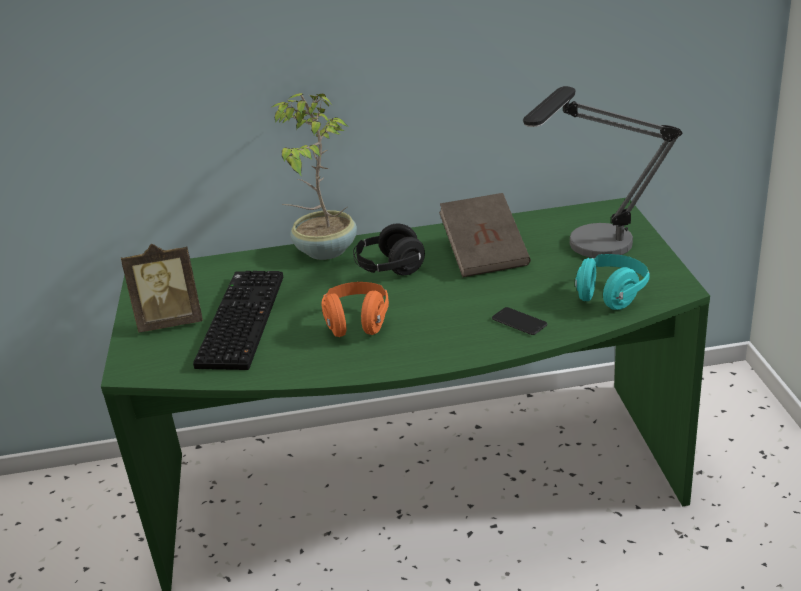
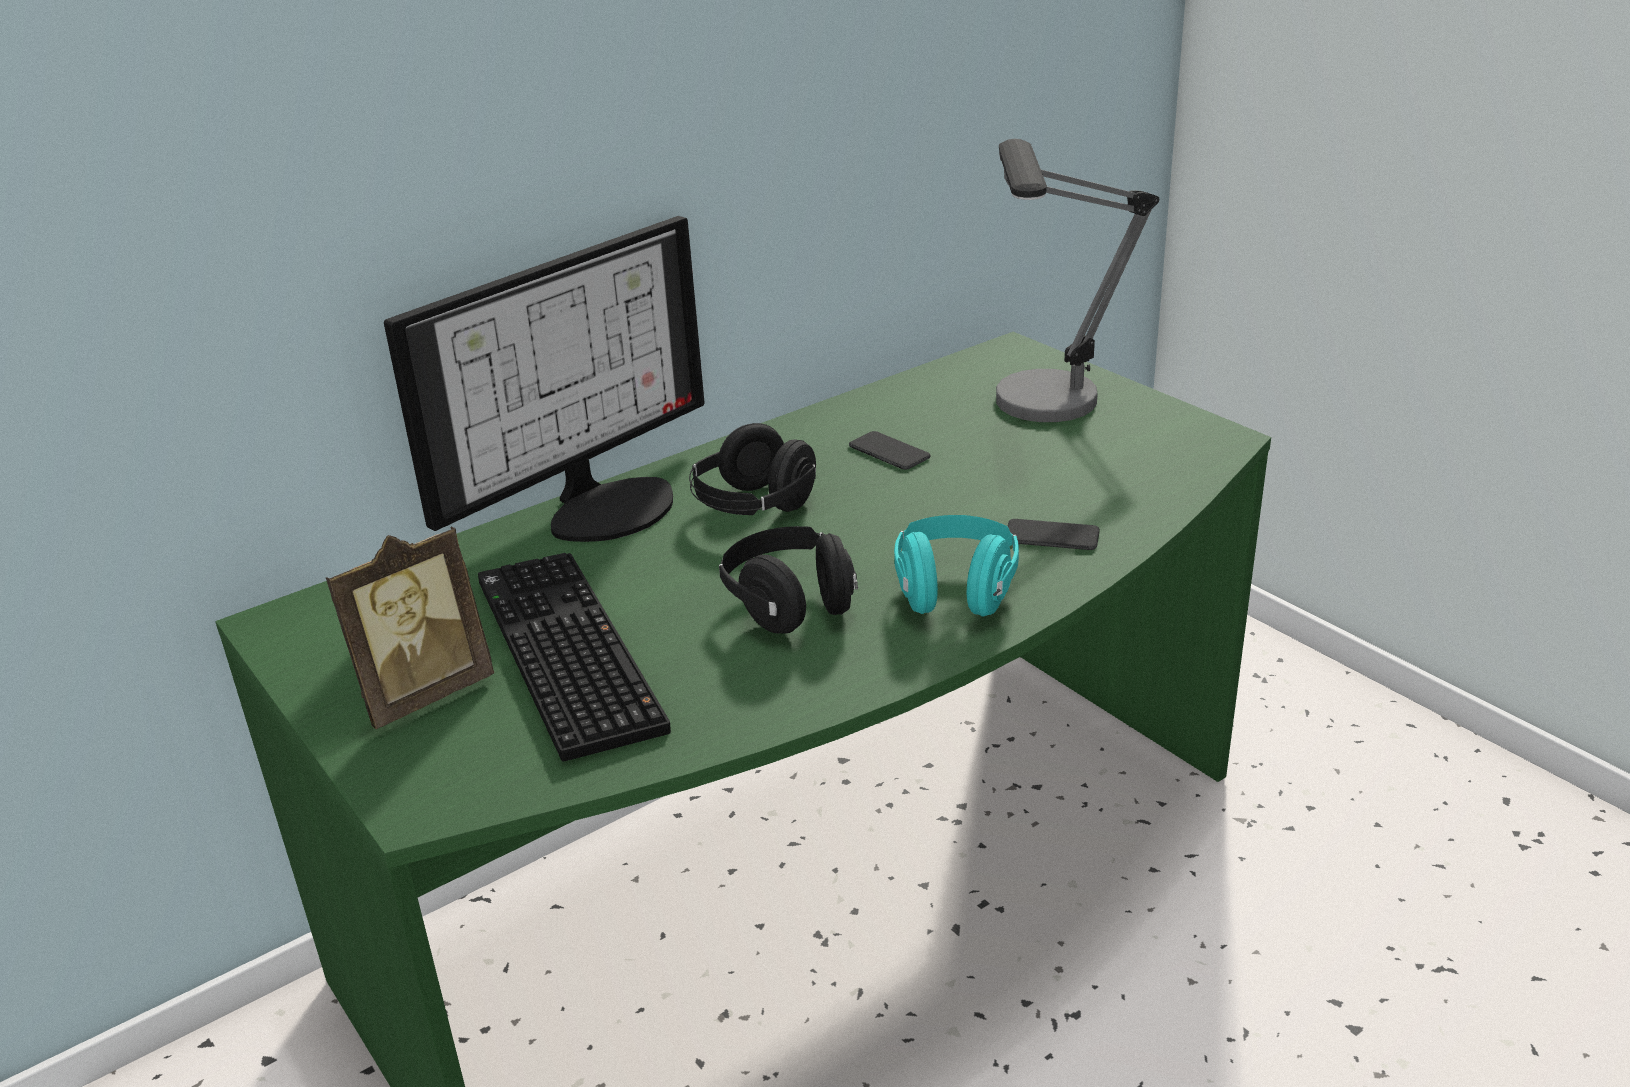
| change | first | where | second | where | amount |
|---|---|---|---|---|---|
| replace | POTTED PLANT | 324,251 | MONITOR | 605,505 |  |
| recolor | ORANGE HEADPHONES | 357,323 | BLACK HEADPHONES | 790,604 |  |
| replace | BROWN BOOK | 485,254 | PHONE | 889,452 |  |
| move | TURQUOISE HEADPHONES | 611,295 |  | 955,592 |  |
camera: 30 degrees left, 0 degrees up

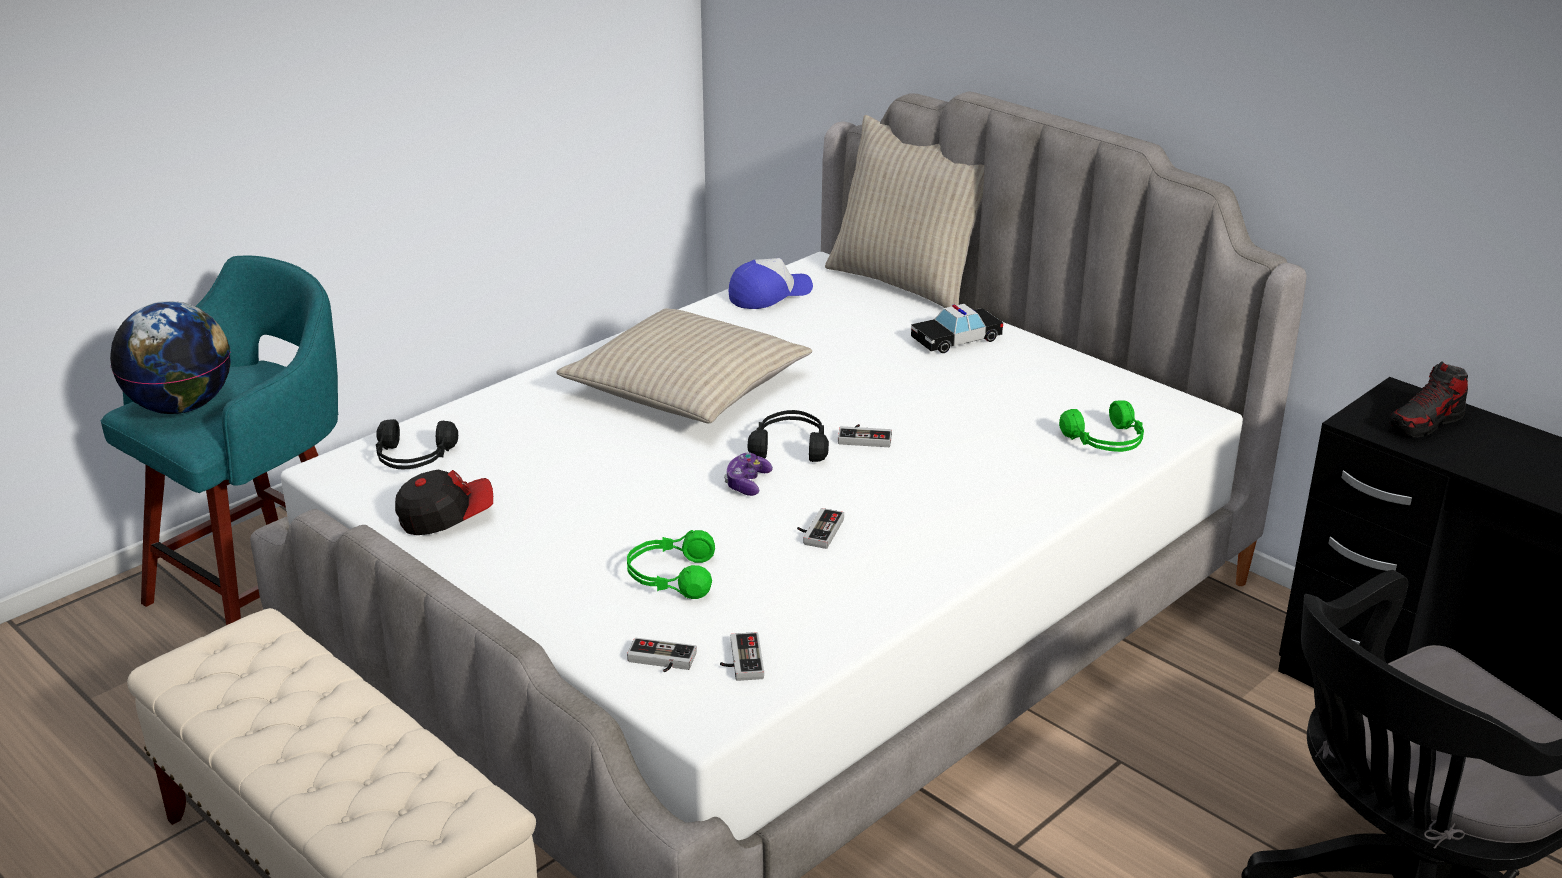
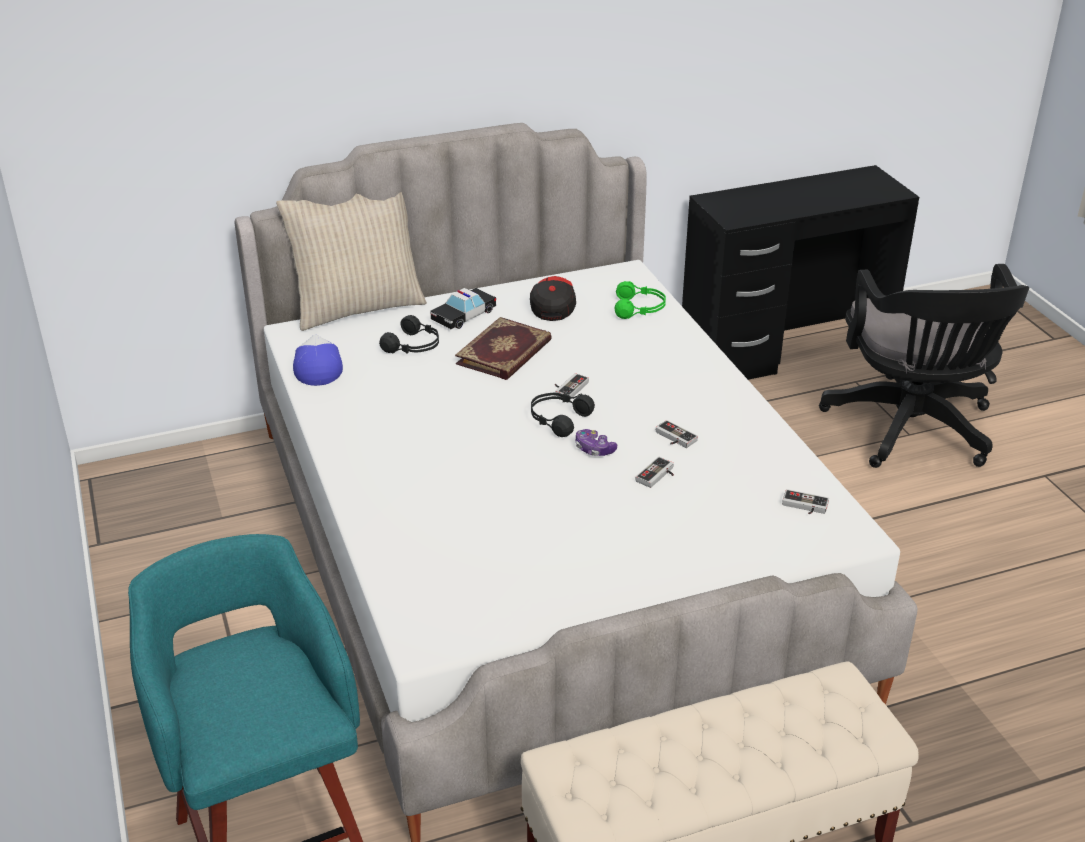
| change | first | where | second | where | amount |
|---|---|---|---|---|---|
| move | BLACK HEADPHONES | 413,459 |  | 414,346 |  |
| rotate | TOY CAR | 956,339 |  | 463,315 | 45 degrees clockwise |
| insert |  |  | BOOK | 505,353 |  |
| move | CAP | 446,517 |  | 552,307 |  |
| move | GAME CONTROLLER | 660,661 |  | 658,476 |  |
| delete | GLOBE | 182,407 |  |  |  |
| delete | BEIGE PILLOW | 686,388 |  |  |  |
| delete | GREEN HEADPHONES | 671,577 |  |  |  |
| delete | SHOE | 1426,423 |  |  |  |
camera: 65 degrees left, 5 degrees up

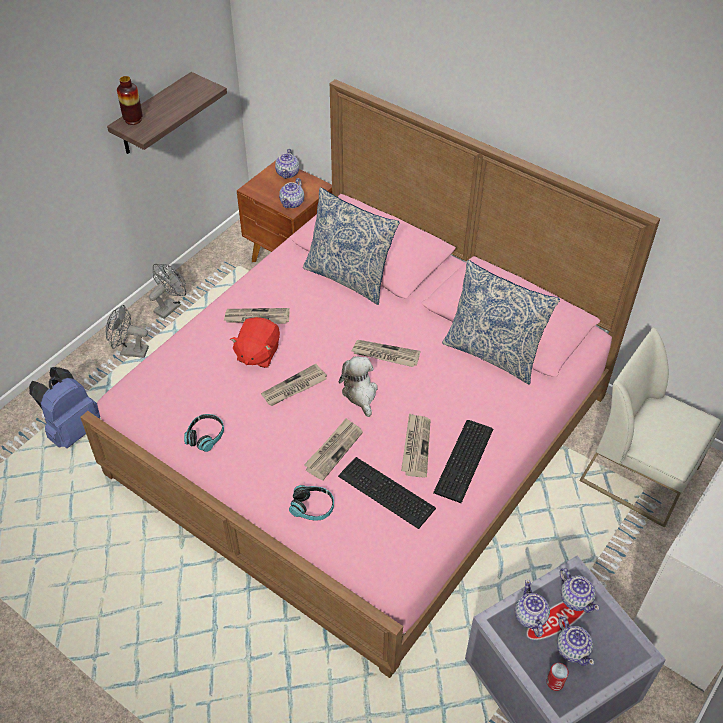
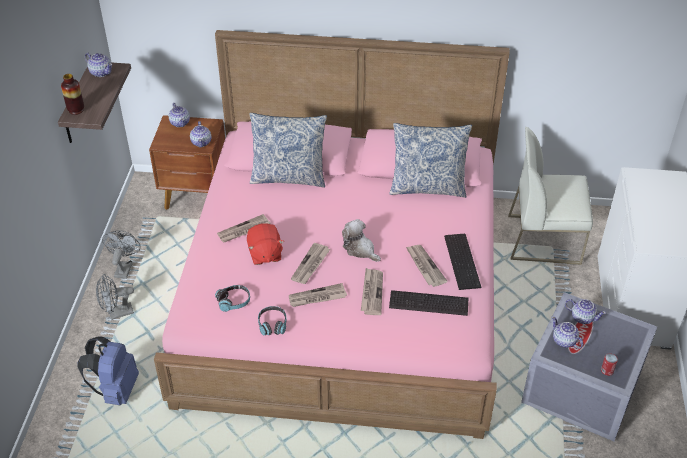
| change | first | where | second | where | amount |
|---|---|---|---|---|---|
| move | TEAPOT | 572,649 |  | 101,72 |  |
| move | HEADPHONES | 312,507 |  | 234,302 |  |
| move | NEWSPAPER | 385,355 |  | 317,297 |  |
camera: 30 degrees left, 5 degrees down

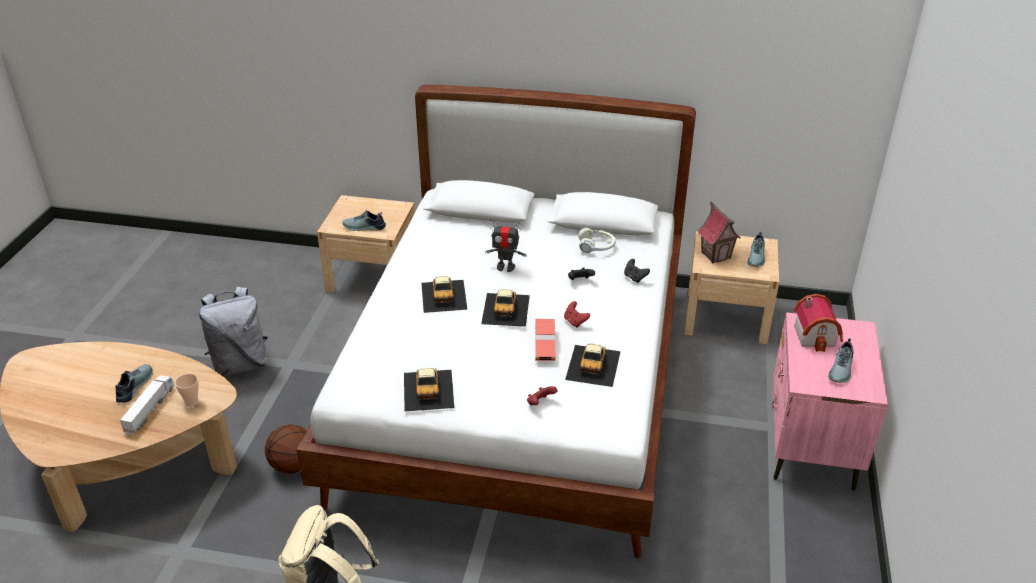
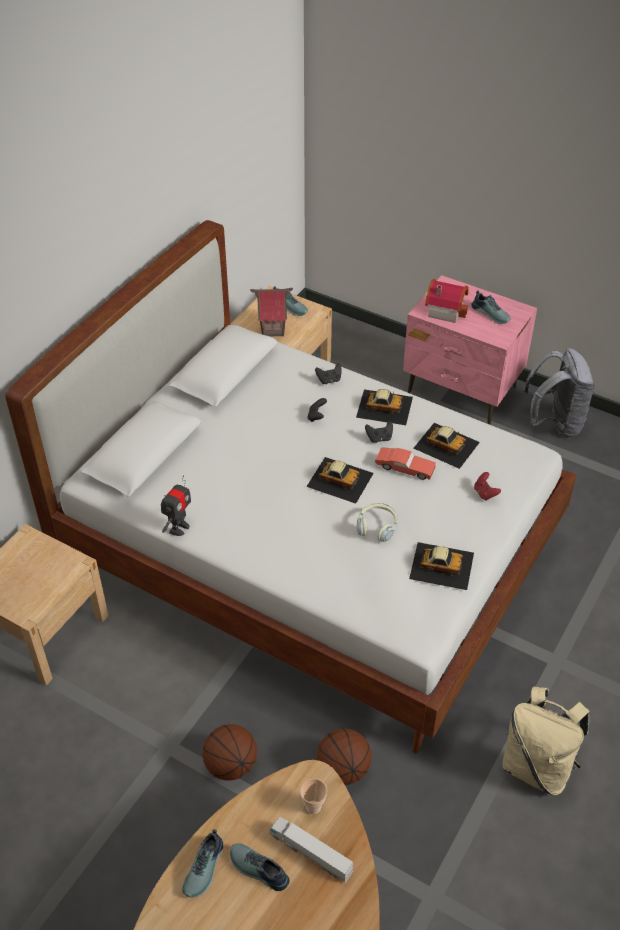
| change | first | where | second | where | amount |
|---|---|---|---|---|---|
| move | TOY ROBOT | 505,267 |  | 179,528 |  |
| move | SHOE | 364,227 |  | 205,868 |  |
| insert |  |  | BASKETBALL | 230,765 |  |
| move | TOY CAR | 444,295 |  | 384,406 |  |
| move | HEADPHONES | 596,247 |  | 377,526 |  |
| recolor | RED GAME CONTROLLER | 575,322 | BLACK GAME CONTROLLER | 379,438 |  |
| move | GREY BACKPACK | 240,364 |  | 555,423 |  |
camera: 70 degrees left, 10 degrees up

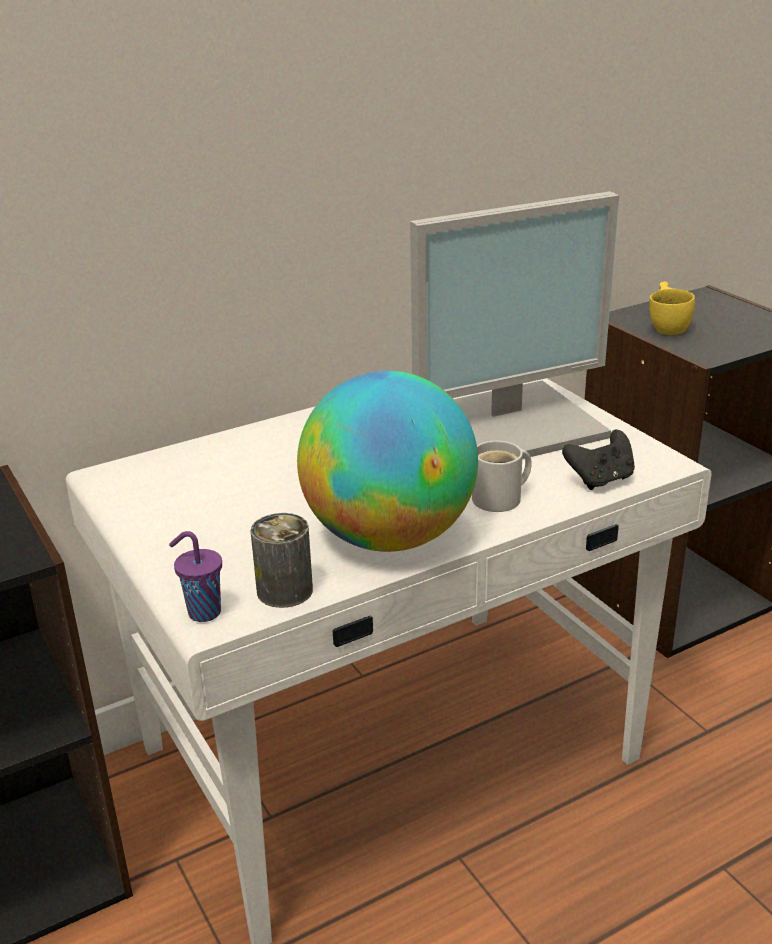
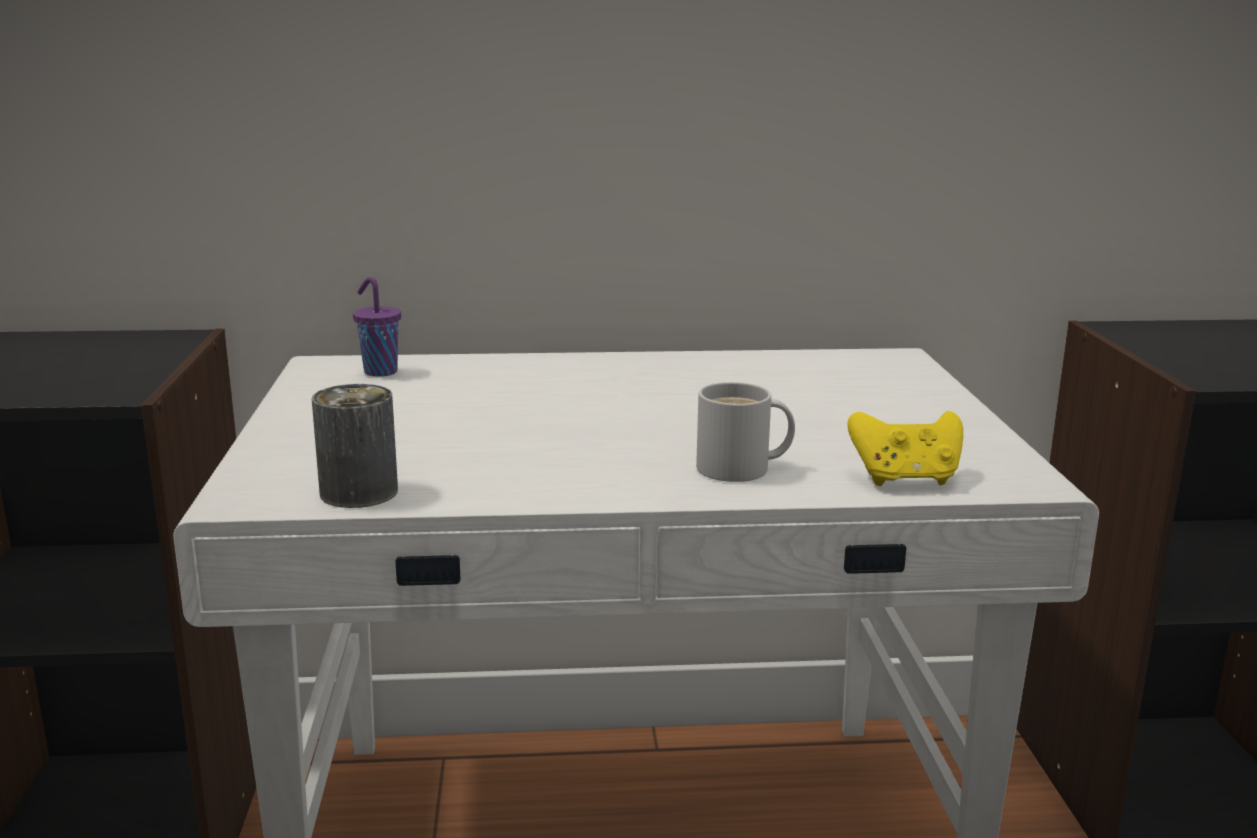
| change | first | where | second | where | amount |
|---|---|---|---|---|---|
| move | PURPLE CUP | 202,612 |  | 379,372 |  |
| recolor | BLACK GAME CONTROLLER | 600,480 | YELLOW GAME CONTROLLER | 905,479 |  |
| delete | GLOBE | 390,537 |  |  |  |
| delete | MONITOR | 514,423 |  |  |  |
| delete | YELLOW CUP | 668,326 |  |  |  |
camera: 25 degrees right, 10 degrees down

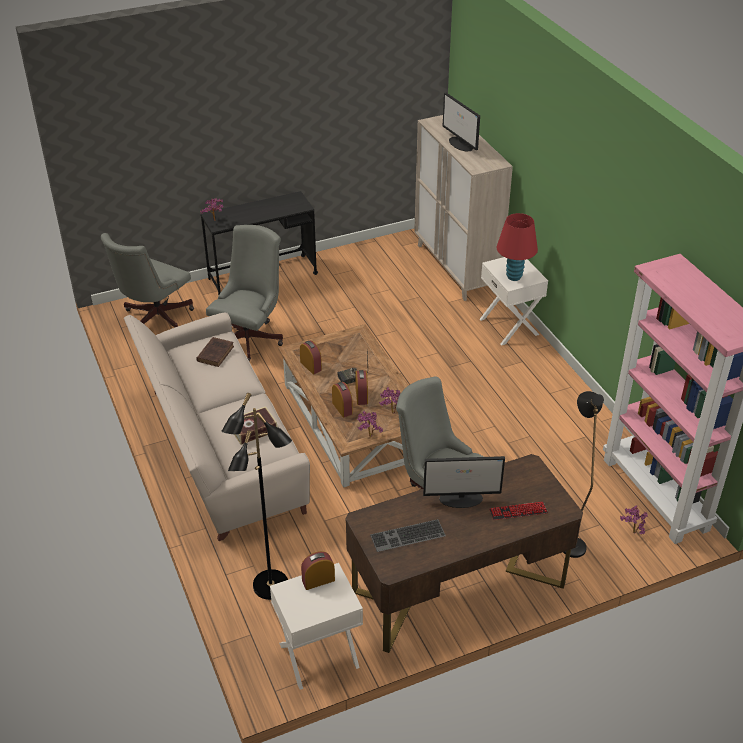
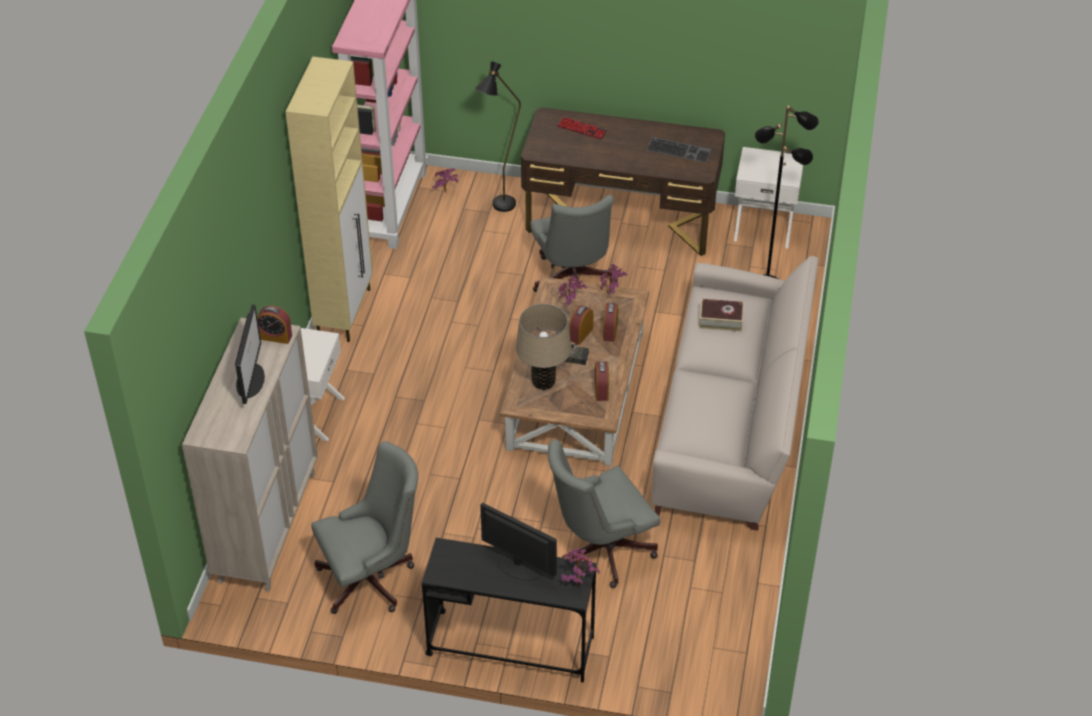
| change | first | where | second | where | amount |
|---|---|---|---|---|---|
| move | ALARM CLOCK | 318,580 |  | 275,337 |  |
| insert |  |  | BEIGE CABINET | 345,312 |  |
| move | GREY OFFICE CHAIR | 154,319 |  | 372,579 |  |
| move | MONITOR | 461,499 |  | 517,565 |  |
| insert |  |  | BEIGE TABLE LAMP | 543,382 |  |
| delete | BROWN BOOK | 216,353 |  |  |  |
| delete | RED TABLE LAMP | 514,277 |  |  |  |
camera: 145 degrees left, 5 degrees up

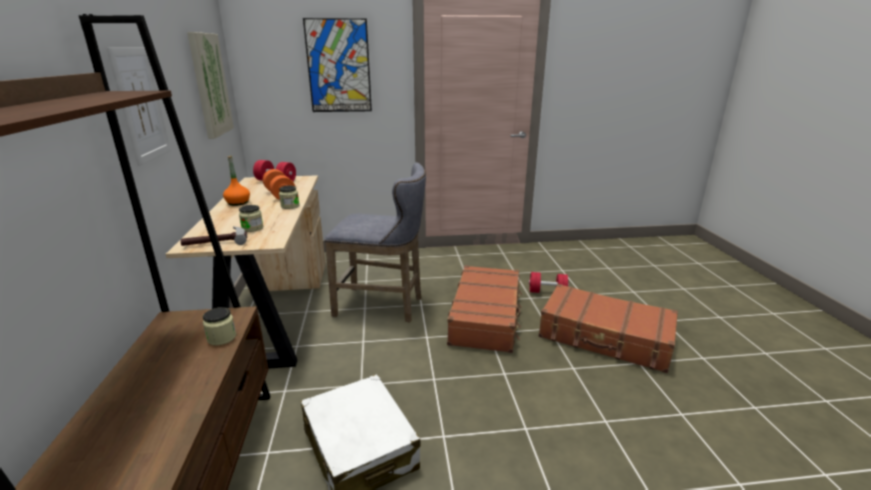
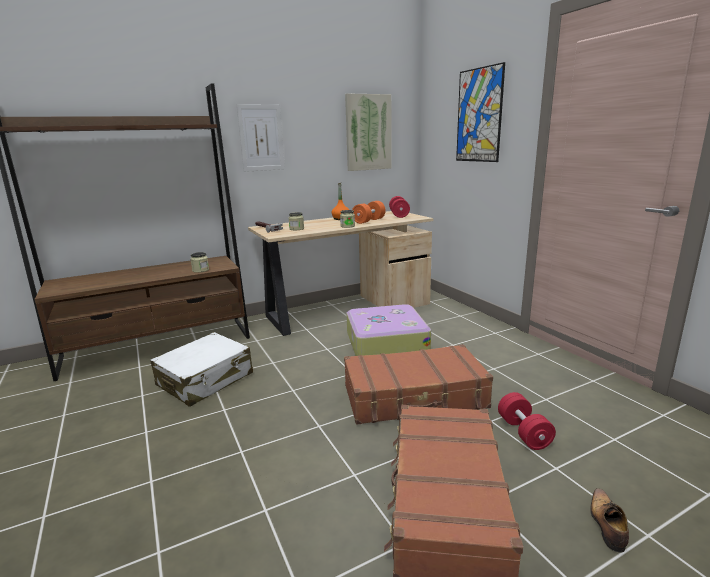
| change | first | where | second | where | amount |
|---|---|---|---|---|---|
| replace | GREY STOOL | 383,306 | SUITCASE | 385,343 |  |
| insert |  |  | SHOE | 606,524 |  |
camera: 70 degrees right, 5 degrees down

